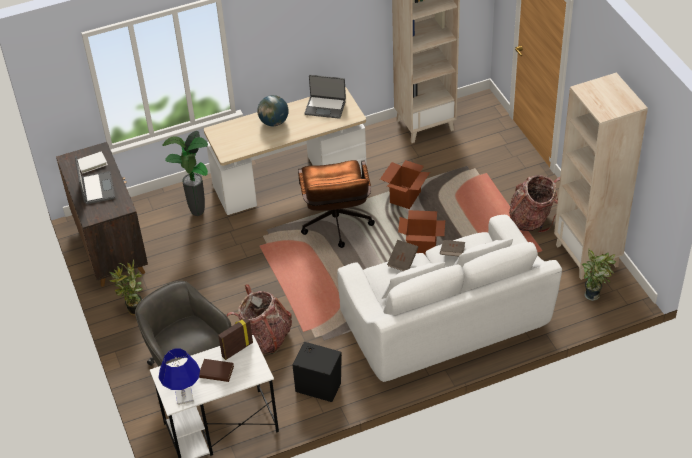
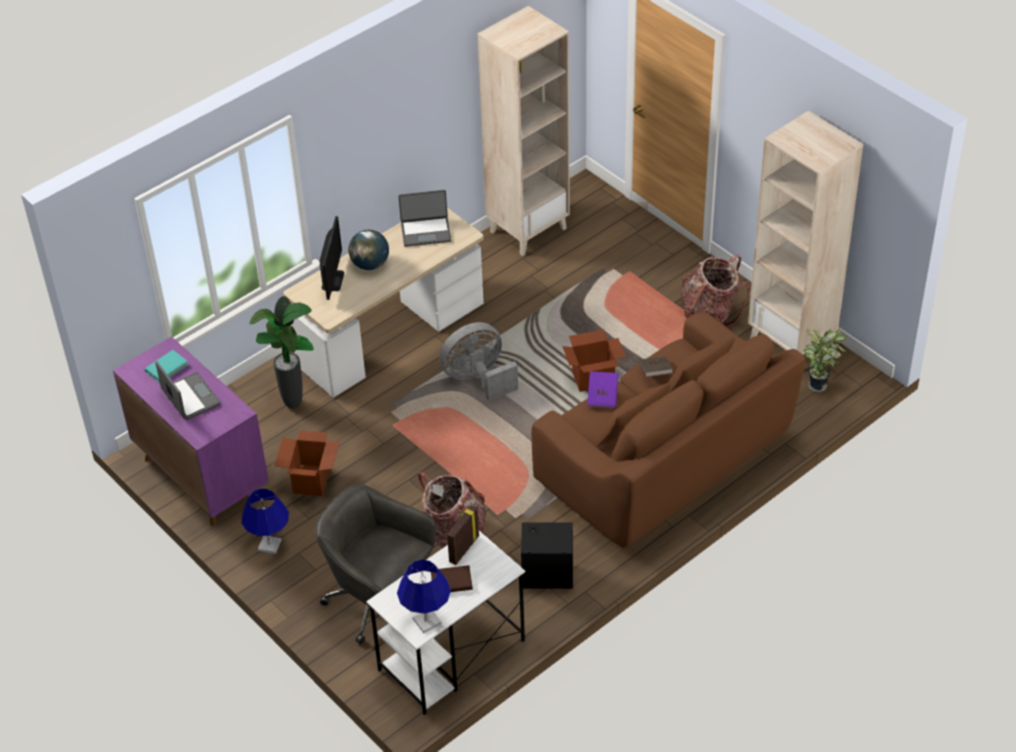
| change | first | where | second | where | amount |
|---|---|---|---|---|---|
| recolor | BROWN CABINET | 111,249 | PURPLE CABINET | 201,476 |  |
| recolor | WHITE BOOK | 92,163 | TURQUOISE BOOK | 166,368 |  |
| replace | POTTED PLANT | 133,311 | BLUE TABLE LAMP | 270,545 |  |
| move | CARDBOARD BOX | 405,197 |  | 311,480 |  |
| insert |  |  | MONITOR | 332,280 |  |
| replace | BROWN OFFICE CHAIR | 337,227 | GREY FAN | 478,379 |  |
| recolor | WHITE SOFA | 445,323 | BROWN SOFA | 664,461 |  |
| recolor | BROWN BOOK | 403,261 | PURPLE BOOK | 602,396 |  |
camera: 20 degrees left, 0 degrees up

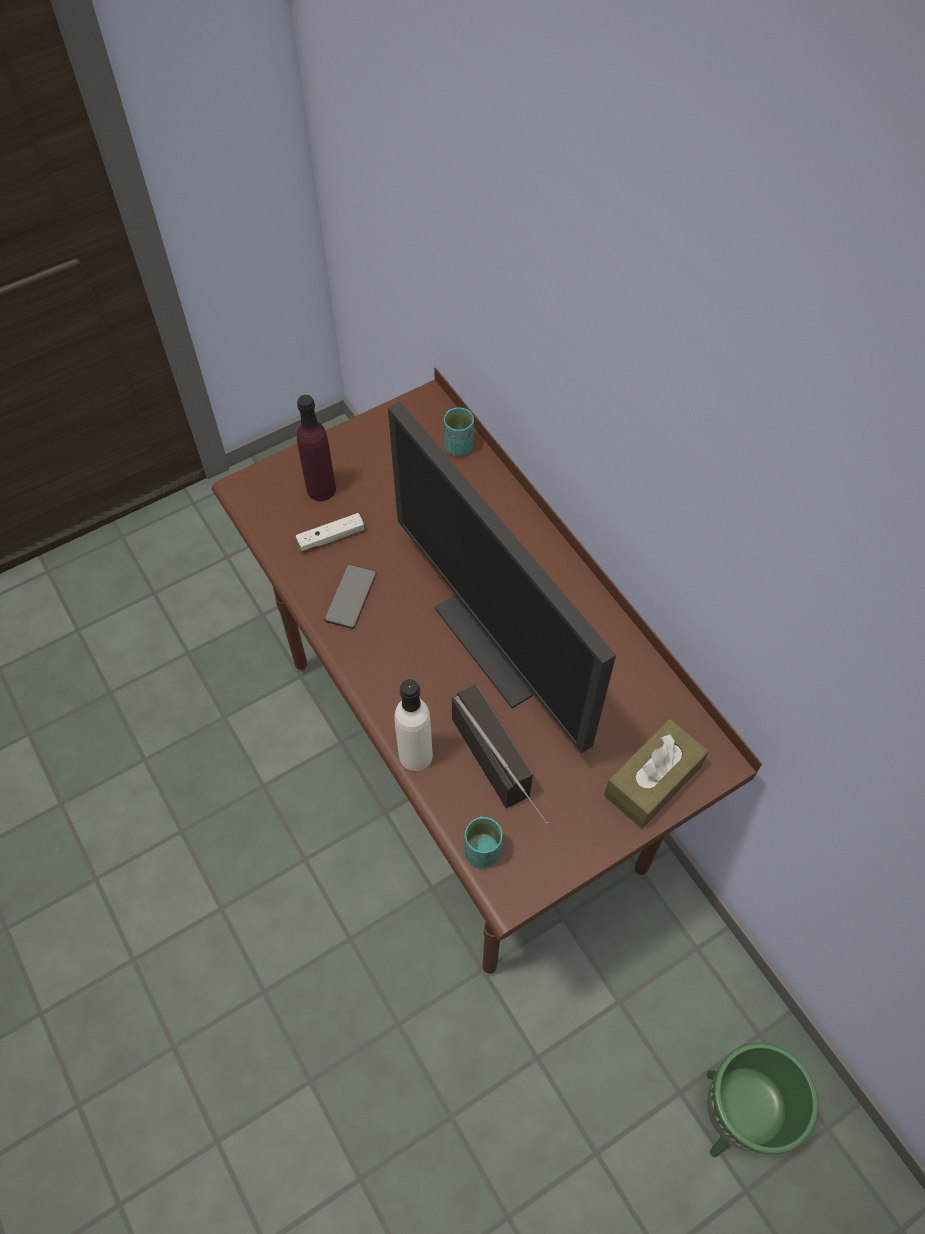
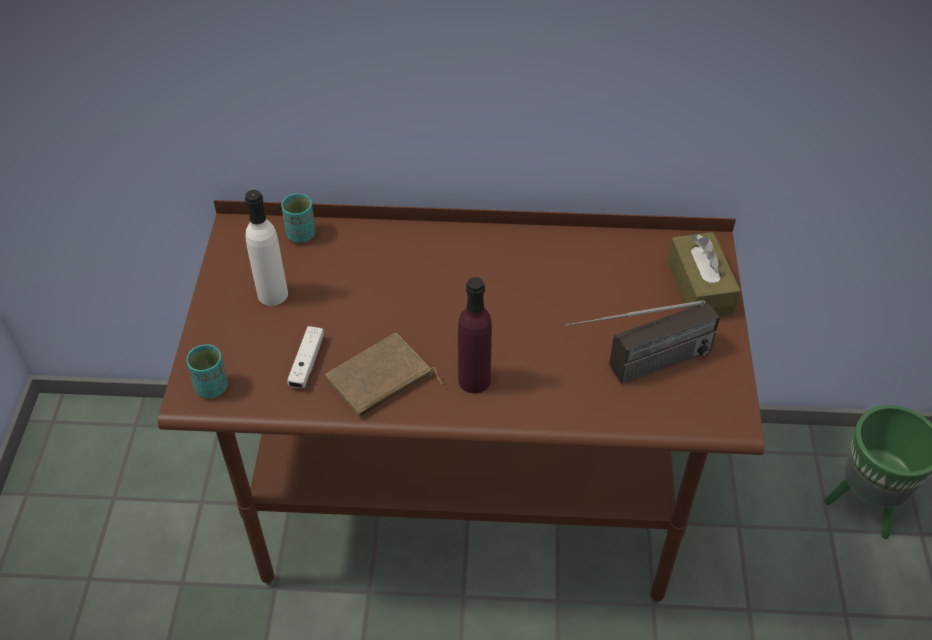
| change | first | where | second | where | amount |
|---|---|---|---|---|---|
| move | TURQUOISE CUP | 482,852 |  | 212,387 |  |
| move | WHITE BOTTLE | 415,755 |  | 272,294 |  |
| replace | PHONE | 350,597 | BROWN BOOK | 381,381 |  |
| move | PURPLE BOTTLE | 321,489 |  | 474,380 |  |
| rotate | RADIO | 508,780 |  | 637,370 | 150 degrees clockwise |
| delete | MONITOR | 507,637 |  |  |  |
camera: 55 degrees left, 10 degrees down

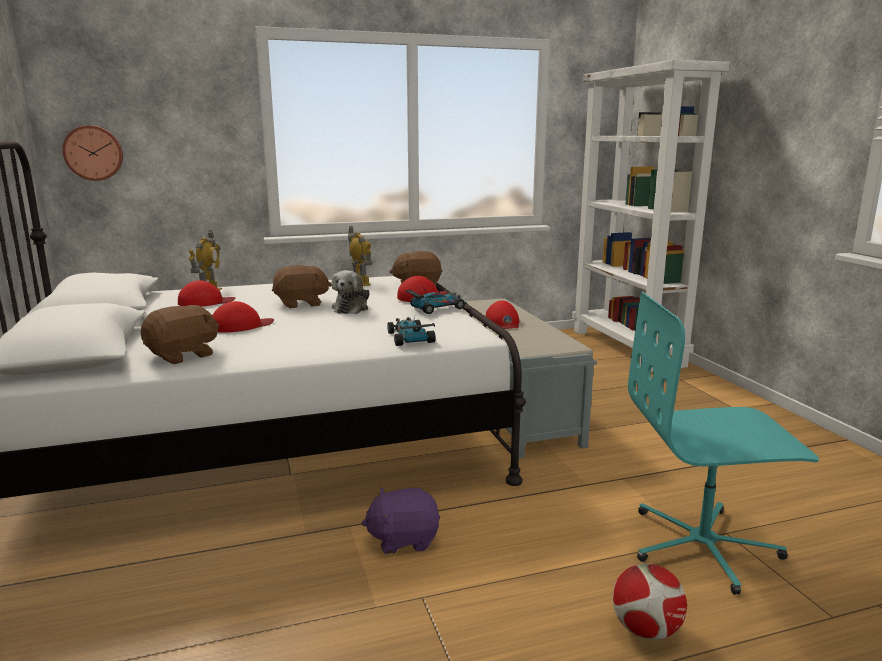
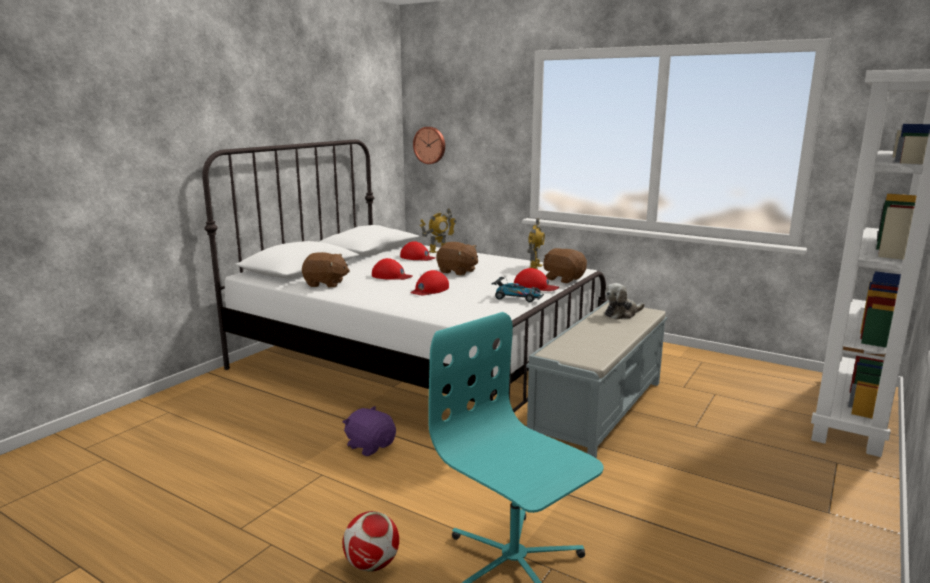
| change | first | where | second | where | amount |
|---|---|---|---|---|---|
| move | RED CAP | 503,322 |  | 429,290 |  |
| move | PLUSH TOY | 351,308 |  | 622,314 |  |
| delete | TOY CAR | 409,338 |  |  |  |
camera: 50 degrees right, 0 degrees up

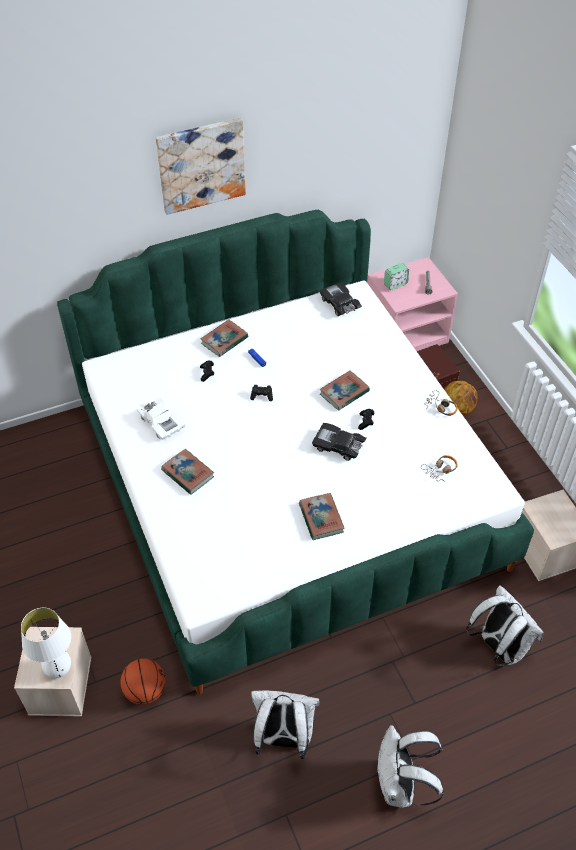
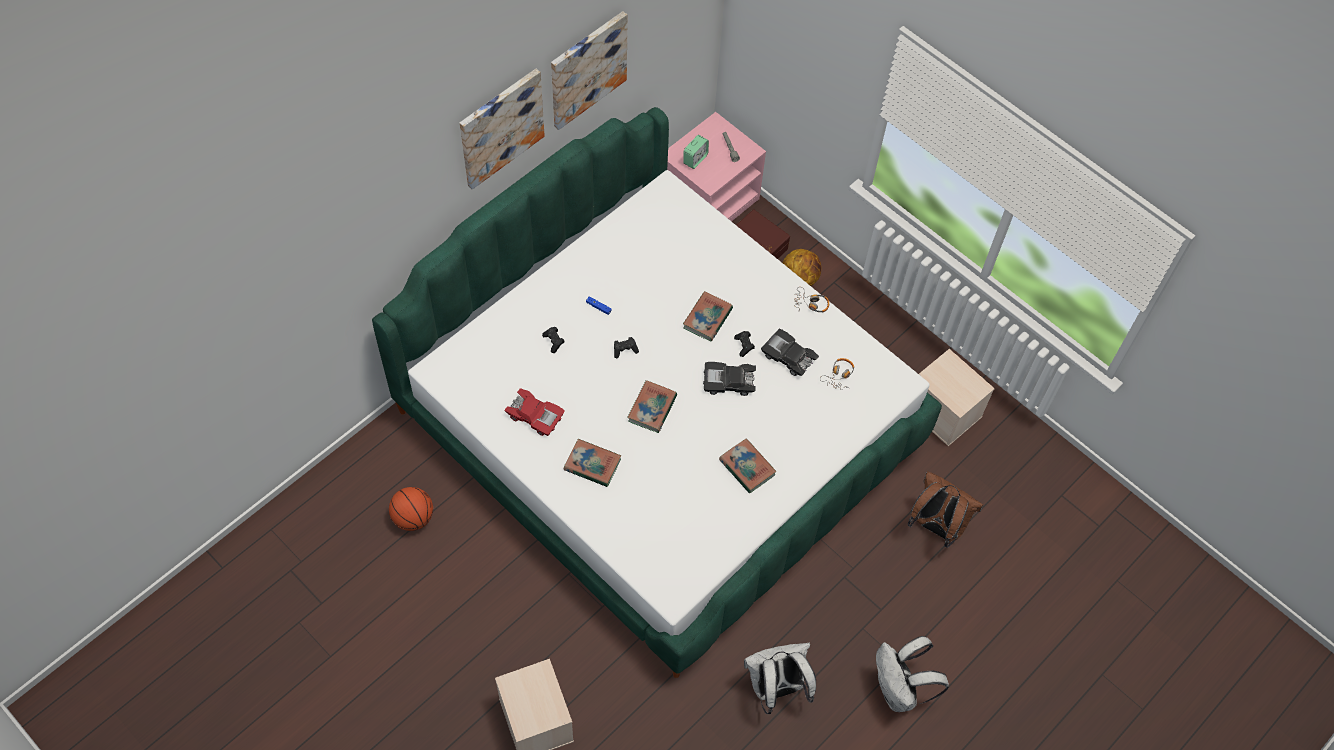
| change | first | where | second | where | amount |
|---|---|---|---|---|---|
| move | BASKETBALL | 145,691 |  | 413,518 |  |
| recolor | WHITE TOY CAR | 161,422 | RED TOY CAR | 535,416 |  |
| insert |  |  | PICTURE | 587,69 |  |
| move | BOOK | 224,340 |  | 652,408 |  |
| move | BLACK TOY CAR | 340,304 |  | 788,357 |  |
| recolor | WHITE BACKPACK | 498,647 | BROWN BACKPACK | 935,526 |  |
| delete | WHITE TABLE LAMP | 59,670 |  |  |  |
camera: 25 degrees left, 10 degrees up

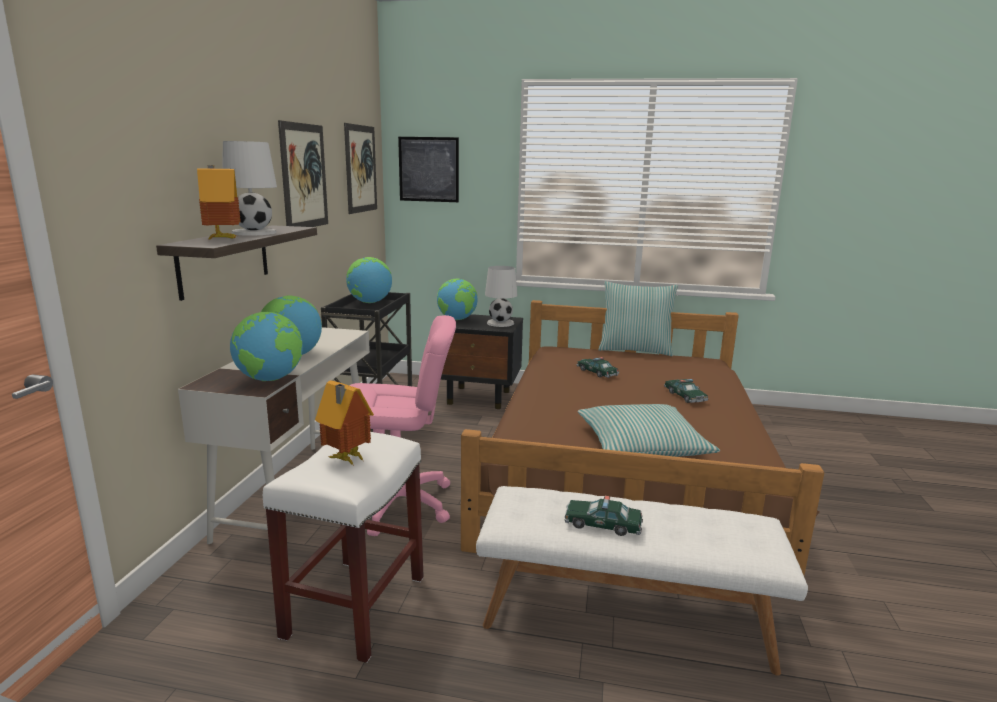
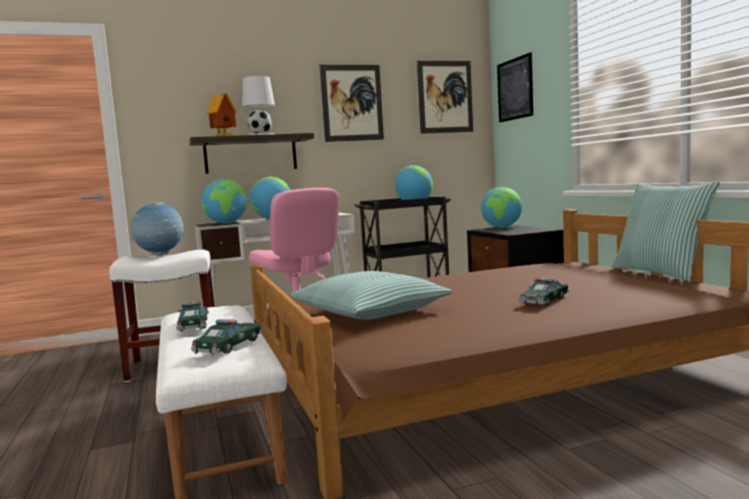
| change | first | where | second | where | amount |
|---|---|---|---|---|---|
| replace | TOY HOUSE | 345,460 | GLOBE | 160,255 |  |
| move | TOY CAR | 597,372 |  | 229,346 |  |
| delete | WHITE TABLE LAMP | 500,323 |  |  |  |
camera: 60 degrees right, 10 degrees down

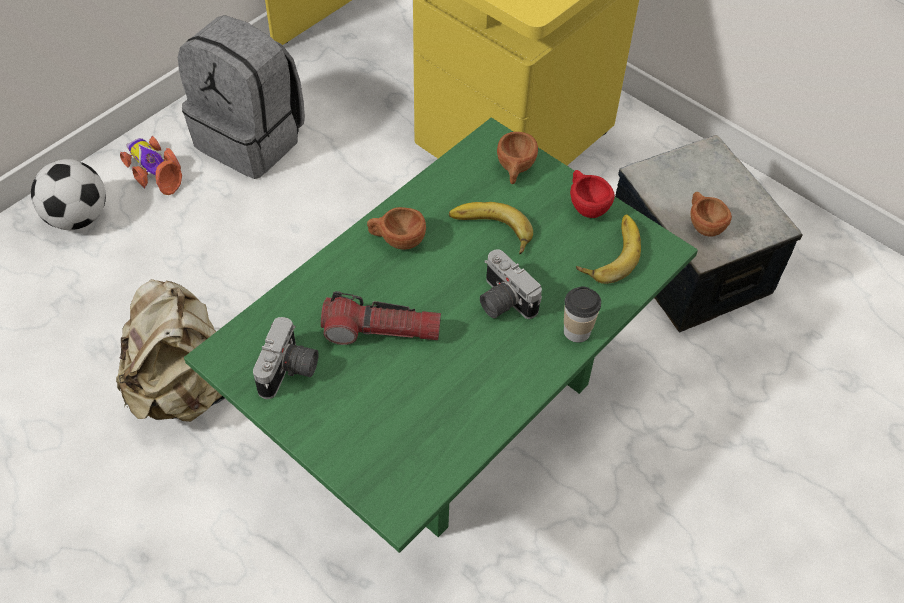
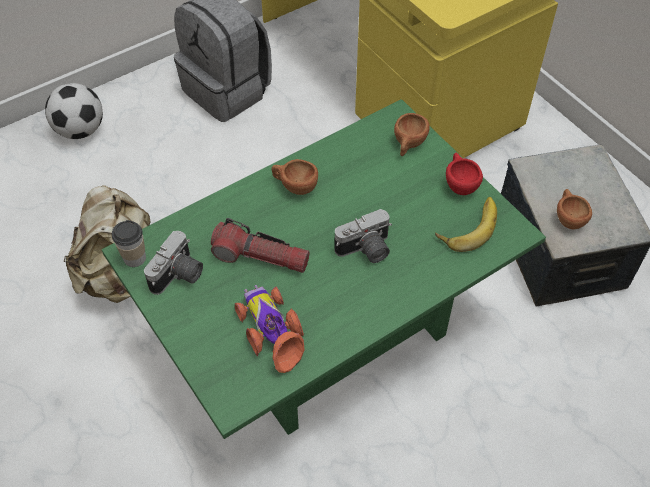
| change | first | where | second | where | amount |
|---|---|---|---|---|---|
| move | CUP | 576,331 |  | 134,258 |  |
| move | TOY CAR | 154,170 |  | 271,331 |  |
| rotate | PHOTO CAMERA | 502,301 |  | 365,250 | 90 degrees counterclockwise |
| delete | BANANA | 490,232 |  |  |  |
camera: 15 degrees right, 0 degrees up

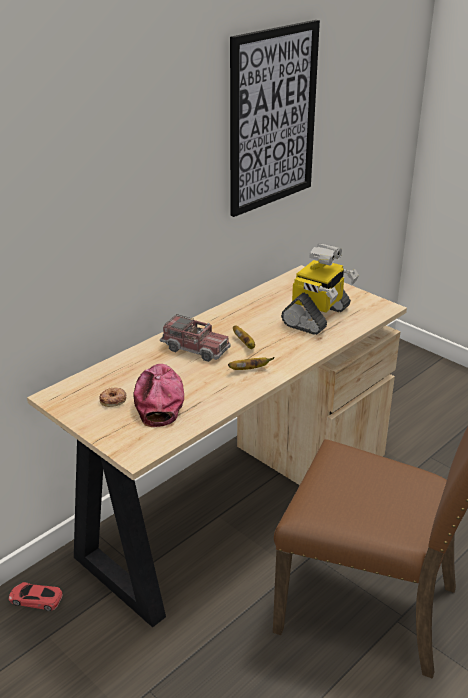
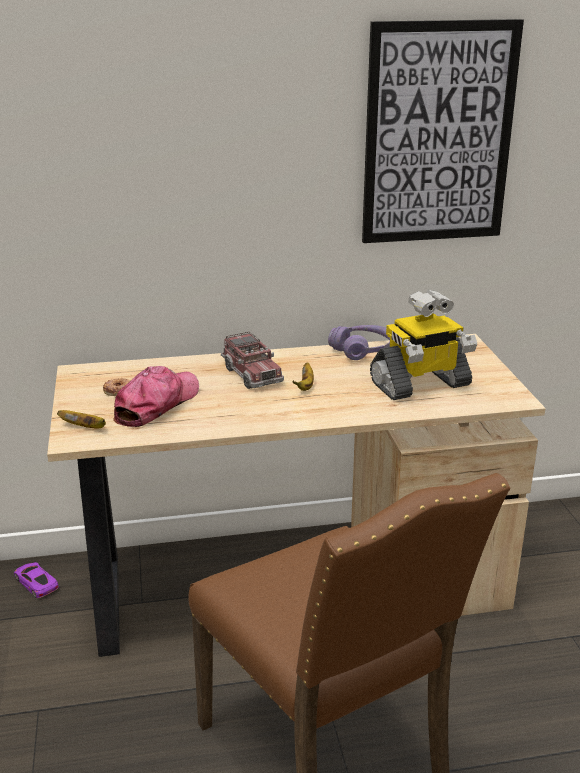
| change | first | where | second | where | amount |
|---|---|---|---|---|---|
| recolor | RED TOY CAR | 36,599 | PURPLE TOY CAR | 36,582 |  |
| move | BANANA | 249,369 |  | 85,427 |  |
| insert |  |  | PURPLE HEADPHONES | 362,350 |  |
camera: 35 degrees right, 5 degrees down

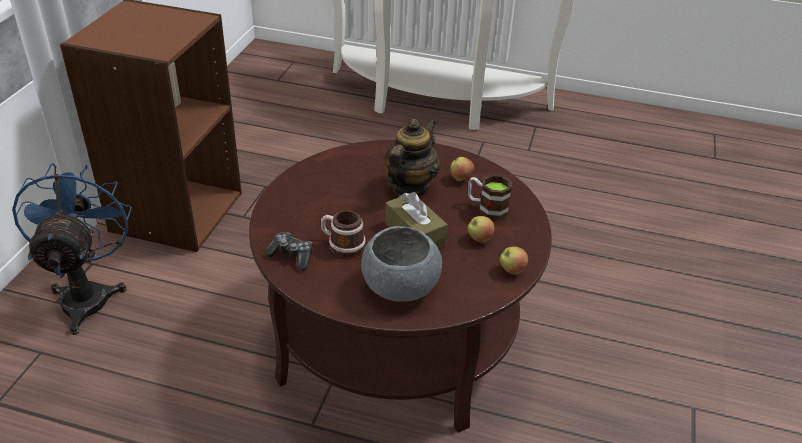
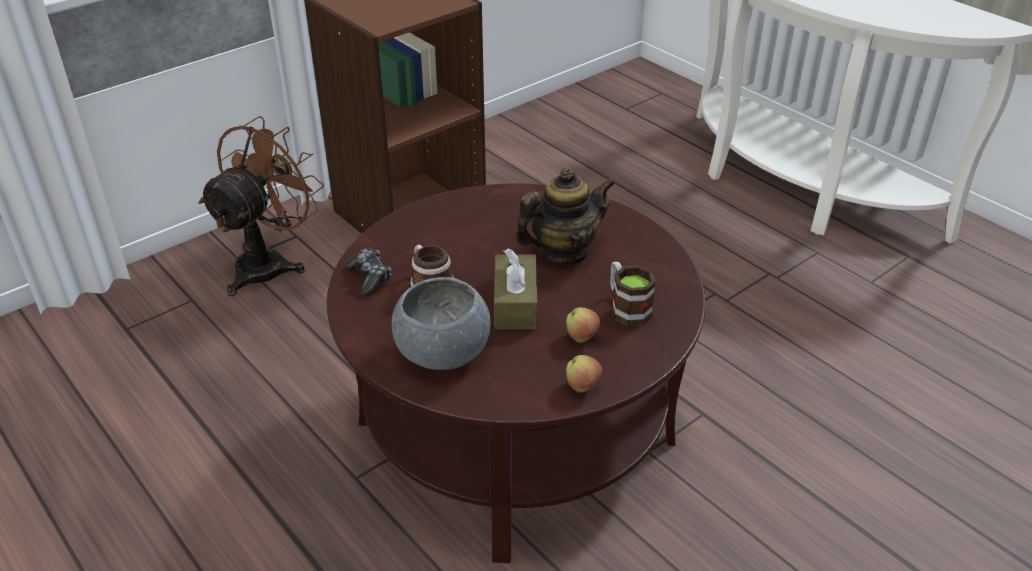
| change | first | where | second | where | amount |
|---|---|---|---|---|---|
| recolor | BLUE FAN | 88,294 | BROWN FAN | 270,263 |  |
| delete | APPLE | 461,179 |  |  |  |
camera: 35 degrees right, 0 degrees up

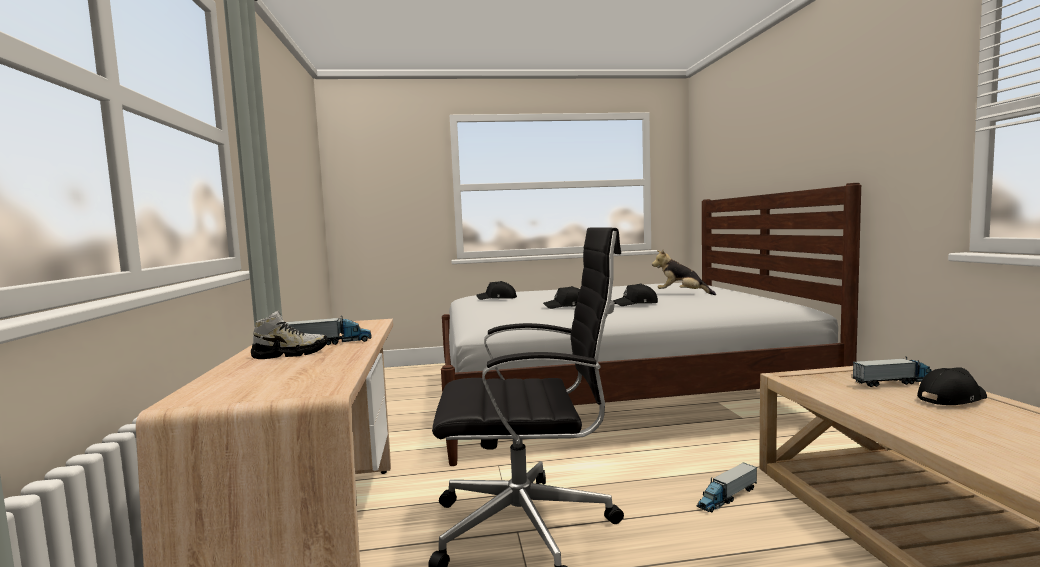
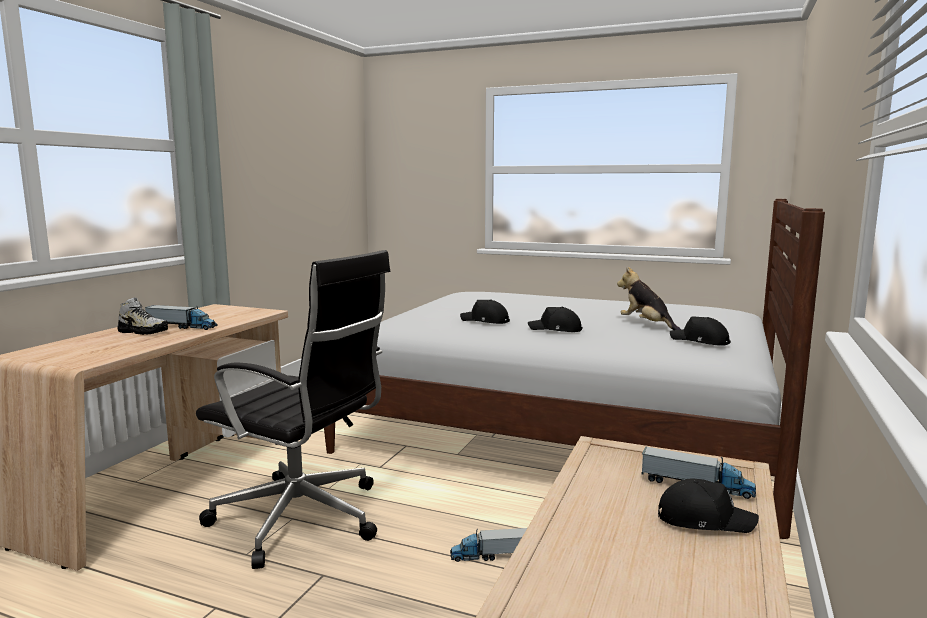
| change | first | where | second | where | amount |
|---|---|---|---|---|---|
| move | BLACK CAP | 497,298 |  | 699,341 |  |
camera: 30 degrees right, 5 degrees up

